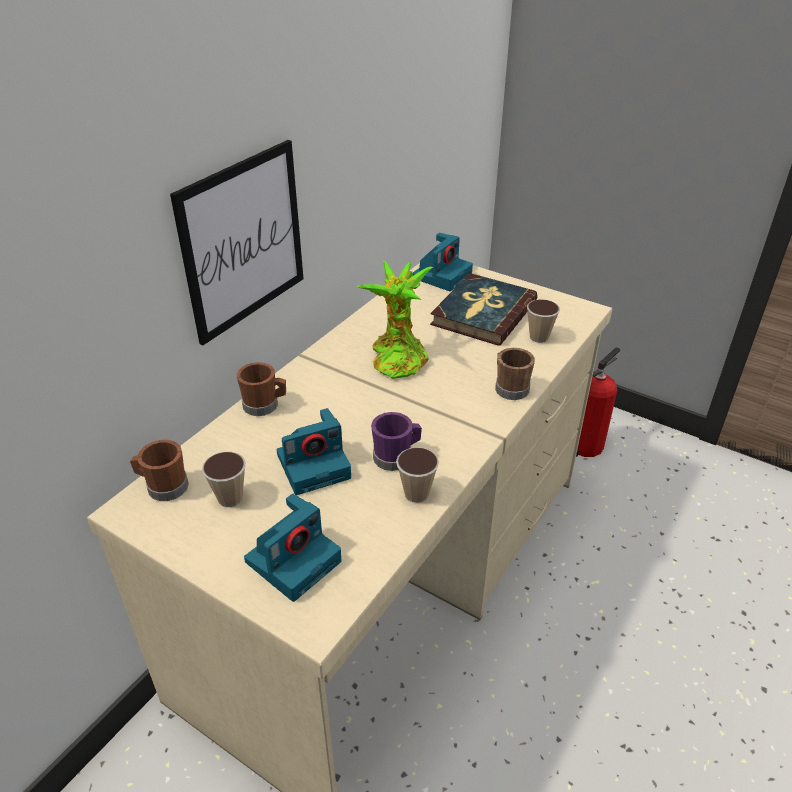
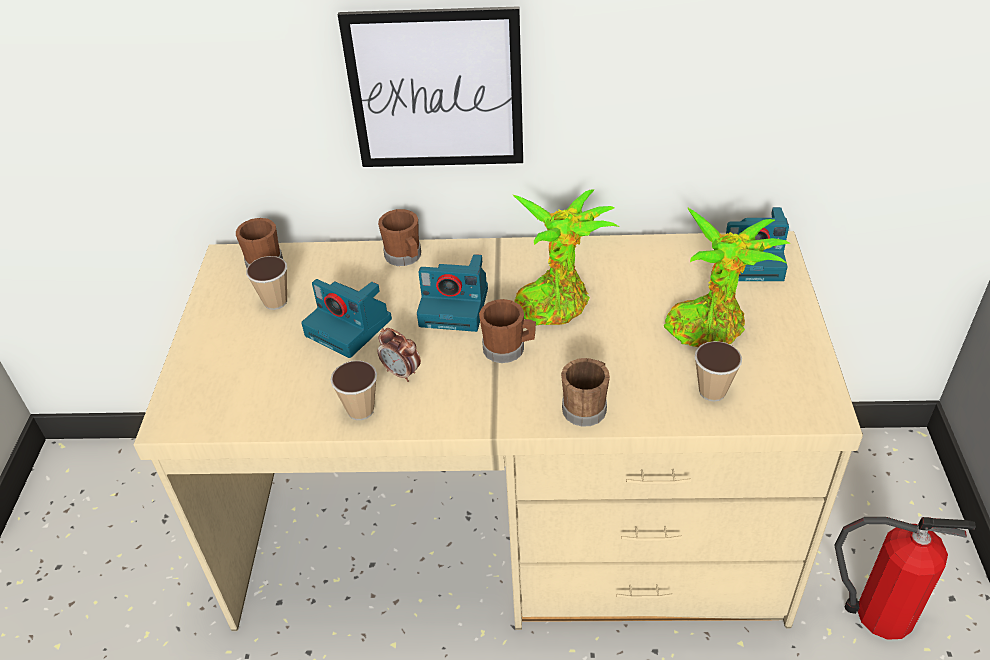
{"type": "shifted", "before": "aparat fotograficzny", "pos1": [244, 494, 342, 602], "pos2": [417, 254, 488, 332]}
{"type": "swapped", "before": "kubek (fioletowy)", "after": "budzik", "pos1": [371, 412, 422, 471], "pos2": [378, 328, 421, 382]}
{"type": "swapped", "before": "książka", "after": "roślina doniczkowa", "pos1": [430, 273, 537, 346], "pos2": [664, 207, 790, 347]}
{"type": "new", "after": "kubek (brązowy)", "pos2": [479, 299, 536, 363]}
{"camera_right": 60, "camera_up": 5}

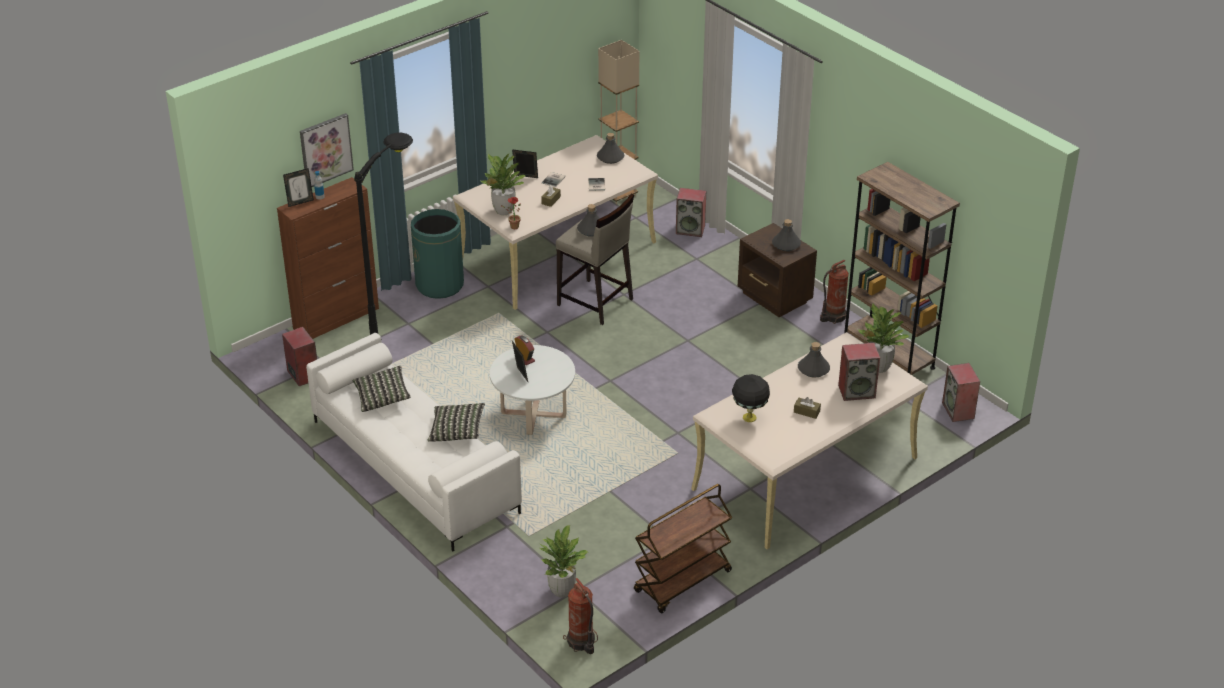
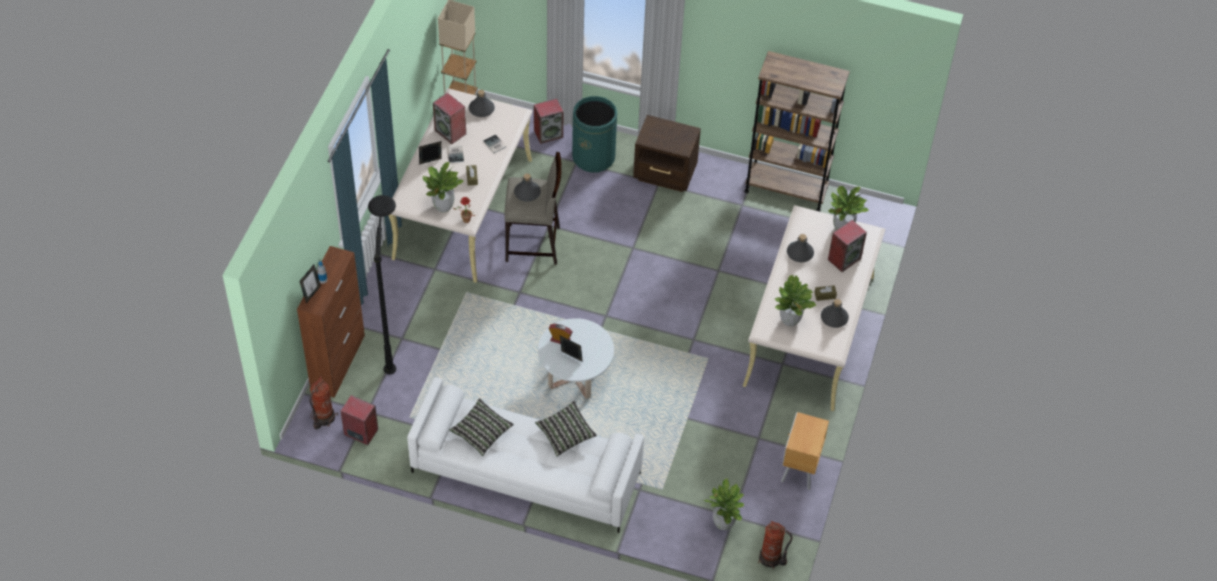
{"type": "gone", "before": "obraz", "pos1": [300, 113, 354, 187]}
{"type": "shifted", "before": "kosz na śmieci (zielony)", "pos1": [411, 209, 464, 299], "pos2": [572, 96, 617, 173]}
{"type": "swapped", "before": "wózek (brązowy)", "after": "szafka nocna (brązowy)", "pos1": [634, 484, 732, 613], "pos2": [781, 412, 829, 490]}
{"type": "swapped", "before": "lampa stołowa (czarny)", "after": "roślina doniczkowa", "pos1": [732, 374, 770, 422], "pos2": [774, 274, 816, 327]}
{"type": "shifted", "before": "butelka (szary)", "pos1": [772, 219, 801, 251], "pos2": [821, 299, 849, 328]}
{"type": "shifted", "before": "gaśnica", "pos1": [820, 260, 849, 324], "pos2": [310, 376, 338, 429]}
{"type": "shifted", "before": "głośnik", "pos1": [942, 363, 980, 422], "pos2": [433, 93, 466, 144]}
{"camera_right": -35, "camera_up": 15}

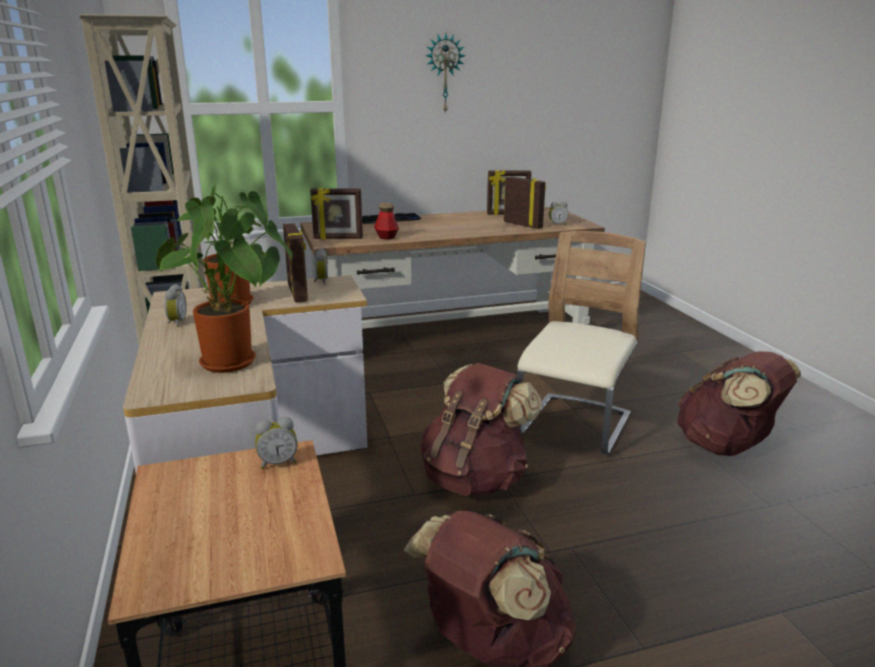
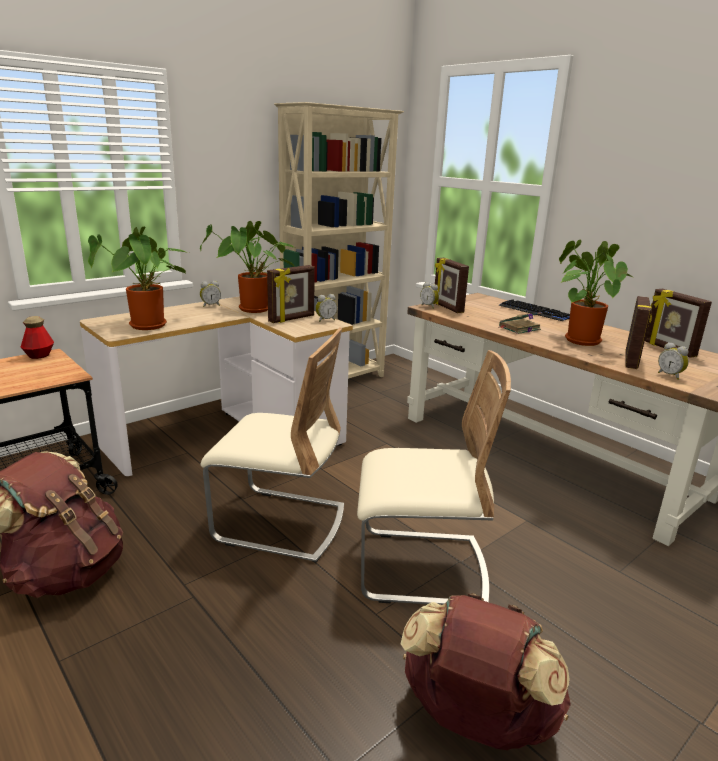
{"type": "shifted", "before": "budzik", "pos1": [255, 417, 298, 469], "pos2": [420, 282, 439, 309]}
{"type": "shifted", "before": "butelka", "pos1": [374, 203, 399, 239], "pos2": [21, 316, 54, 359]}
{"type": "swapped", "before": "plecak (brązowy)", "after": "krzesło (beżowy)", "pos1": [421, 363, 542, 496], "pos2": [201, 327, 344, 562]}
{"type": "gone", "before": "zegar ścienny", "pos1": [425, 33, 466, 114]}
{"type": "new", "after": "książka", "pos2": [499, 312, 542, 334]}
{"type": "new", "after": "roślina doniczkowa", "pos2": [559, 240, 635, 346]}
{"camera_right": 65, "camera_up": 0}

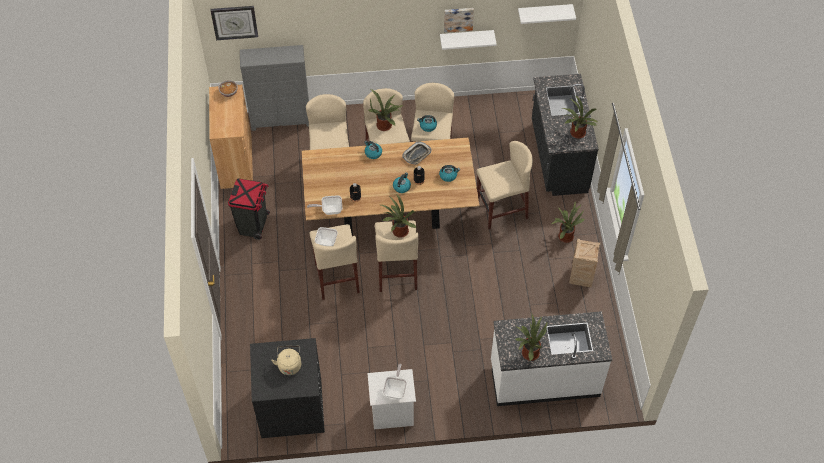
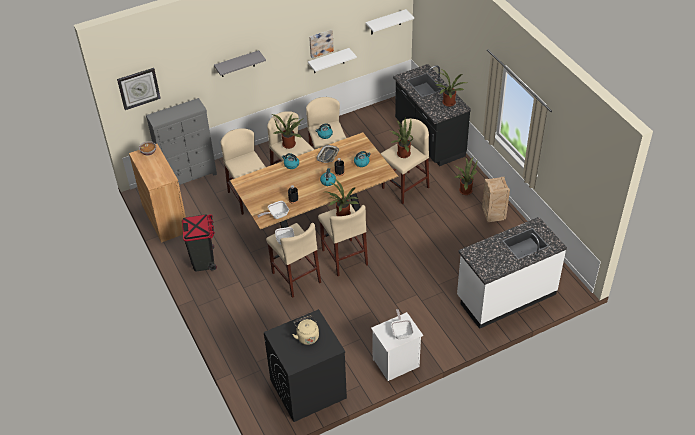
{"type": "shifted", "before": "roślina doniczkowa", "pos1": [515, 315, 548, 361], "pos2": [391, 117, 413, 158]}
{"type": "new", "after": "półka (szary)", "pos2": [214, 50, 266, 77]}
{"camera_right": -20, "camera_up": -10}

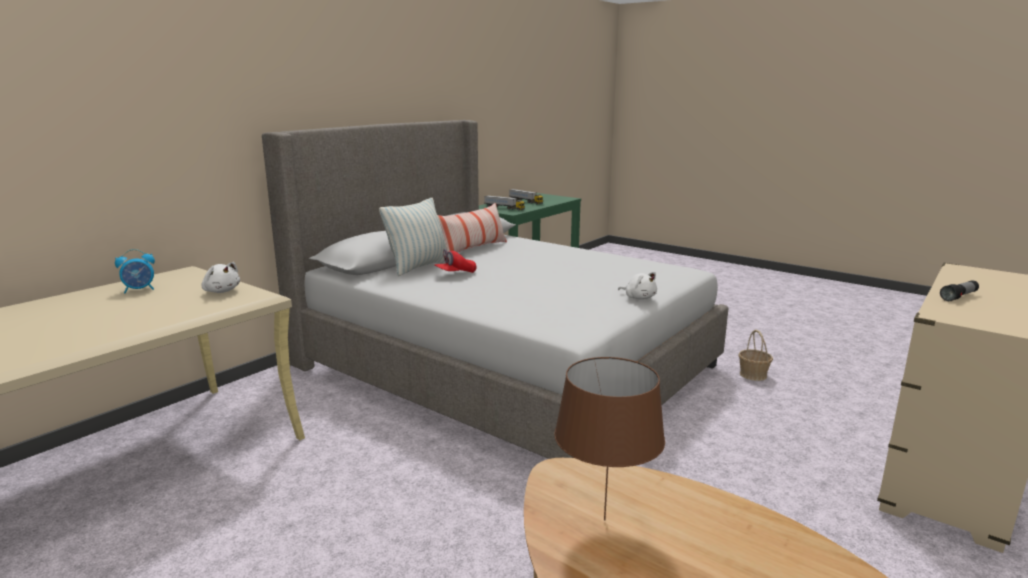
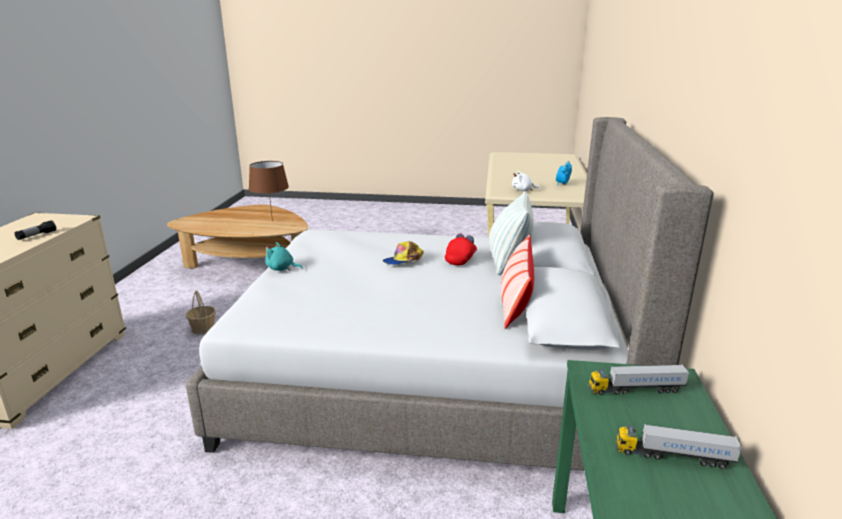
{"type": "repainted", "before": "pluszak (biały)", "after": "pluszak (turkusowy)", "pos1": [618, 272, 657, 300], "pos2": [265, 242, 303, 271]}
{"type": "shifted", "before": "koszyk", "pos1": [738, 330, 773, 381], "pos2": [186, 290, 216, 335]}
{"type": "new", "after": "czapka z daszkiem", "pos2": [383, 241, 424, 265]}
{"camera_right": 150, "camera_up": 5}

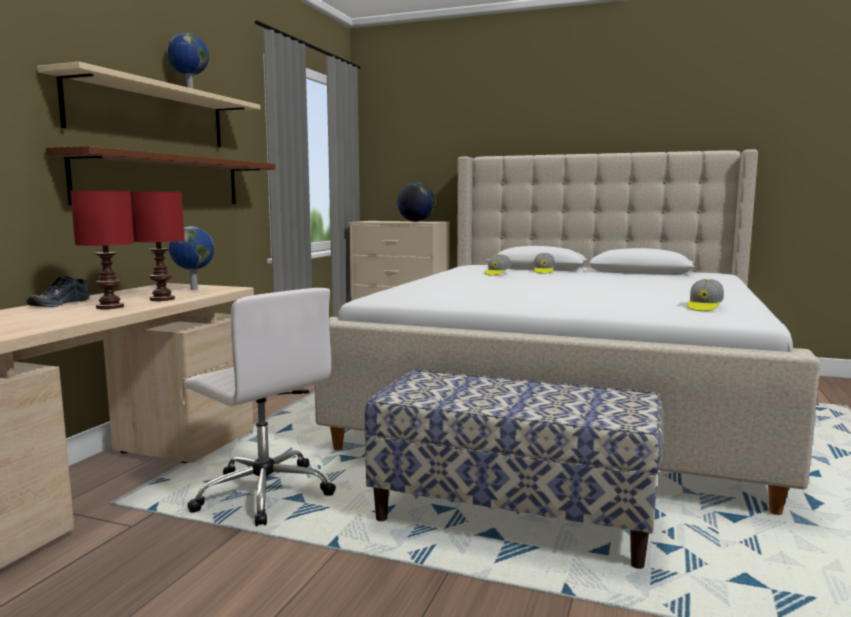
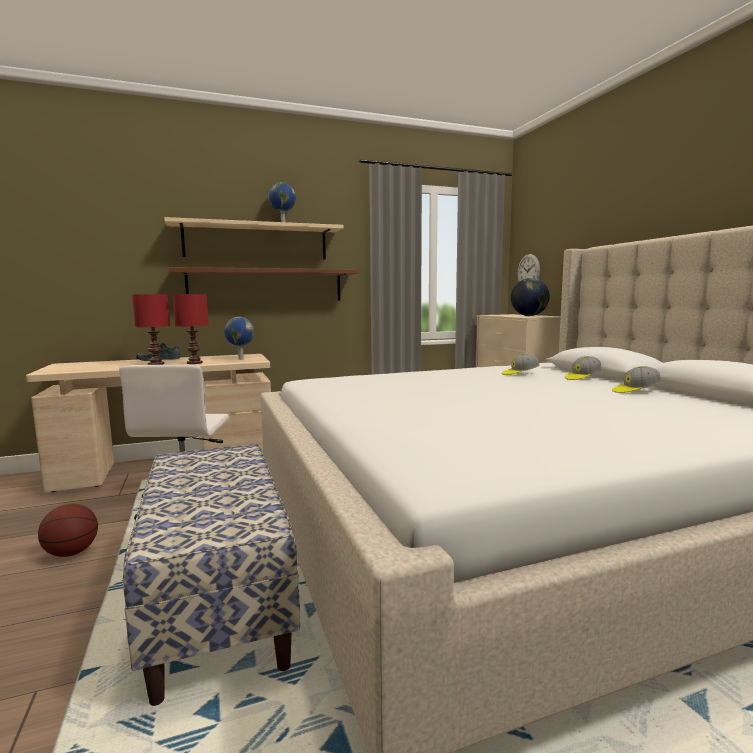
{"type": "shifted", "before": "czapka z daszkiem", "pos1": [687, 279, 724, 311], "pos2": [612, 366, 662, 393]}
{"type": "new", "after": "piłka do koszykówki", "pos2": [38, 504, 98, 557]}
{"type": "new", "after": "zegar ścienny", "pos2": [518, 254, 540, 282]}
{"camera_right": 50, "camera_up": 0}

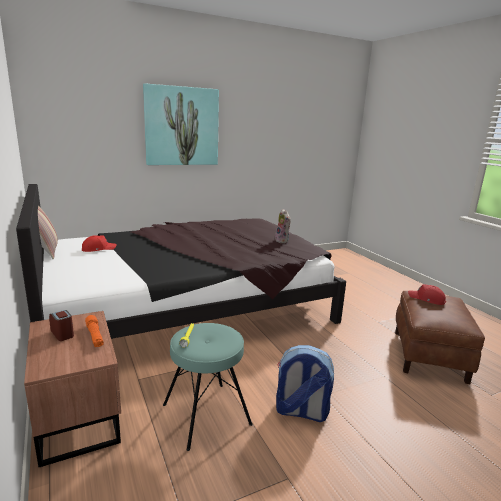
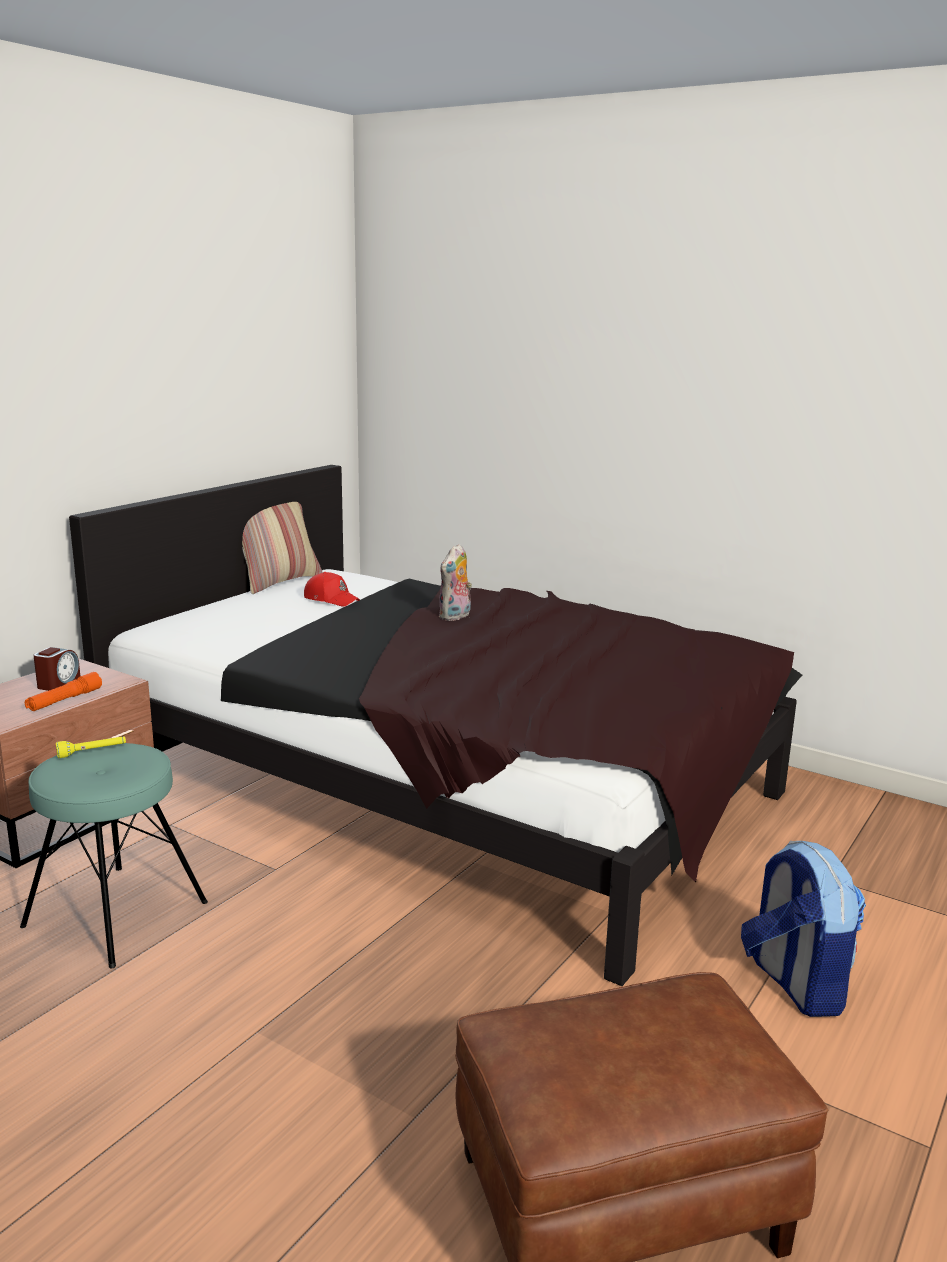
{"type": "gone", "before": "obraz", "pos1": [143, 83, 219, 165]}
{"type": "shifted", "before": "pluszak", "pos1": [275, 209, 291, 244], "pos2": [439, 544, 472, 621]}
{"type": "shifted", "before": "plecak", "pos1": [276, 345, 334, 422], "pos2": [741, 841, 866, 1017]}
{"type": "gone", "before": "czapka z daszkiem (czerwony)", "pos1": [408, 284, 446, 305]}
{"camera_right": 60, "camera_up": 0}

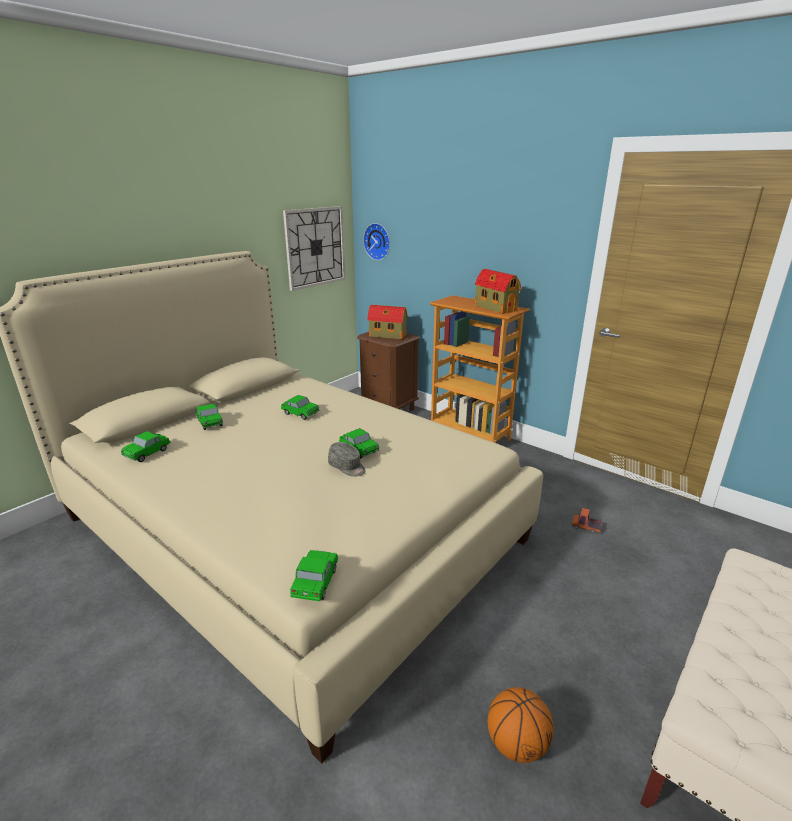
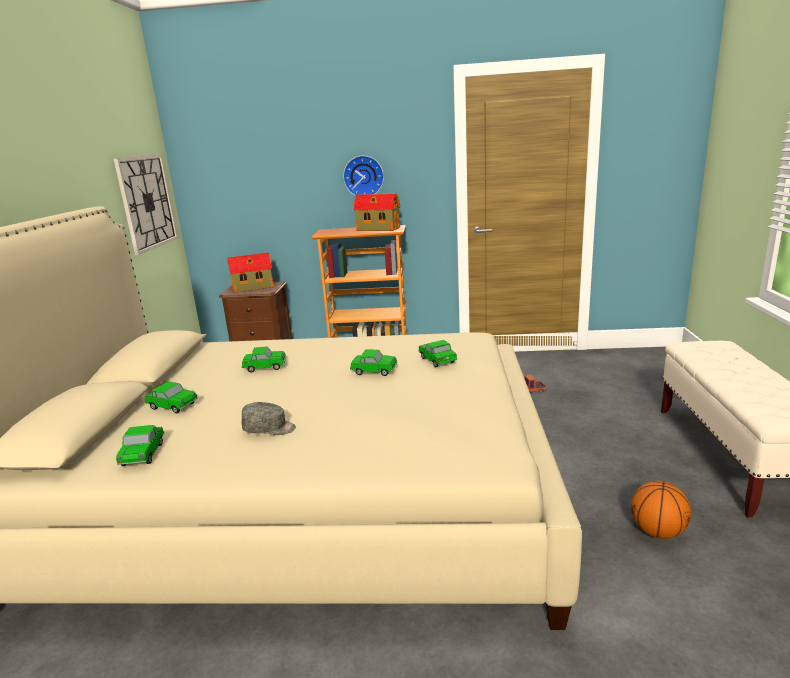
{"type": "shifted", "before": "samochodzik", "pos1": [290, 550, 338, 601], "pos2": [419, 340, 457, 367]}
{"type": "shifted", "before": "czapka z daszkiem (szary)", "pos1": [328, 442, 365, 477], "pos2": [241, 402, 296, 435]}
{"type": "shifted", "before": "zegar ścienny", "pos1": [363, 223, 390, 261], "pos2": [343, 155, 384, 196]}
{"camera_right": -35, "camera_up": -5}

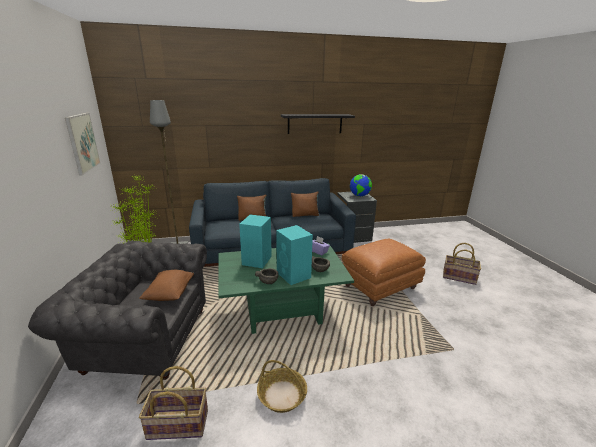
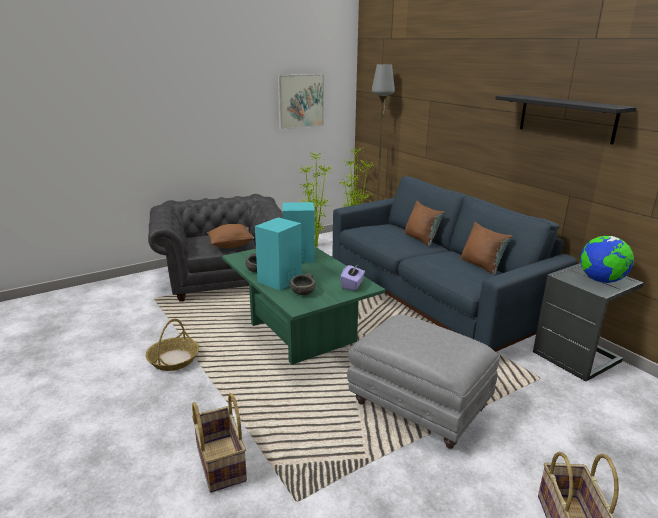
{"type": "shifted", "before": "koszyk", "pos1": [139, 366, 208, 440], "pos2": [192, 393, 247, 493]}
{"type": "repainted", "before": "pufa (brązowy)", "after": "pufa (szary)", "pos1": [342, 239, 426, 306], "pos2": [347, 315, 500, 449]}
{"camera_right": 70, "camera_up": 0}

